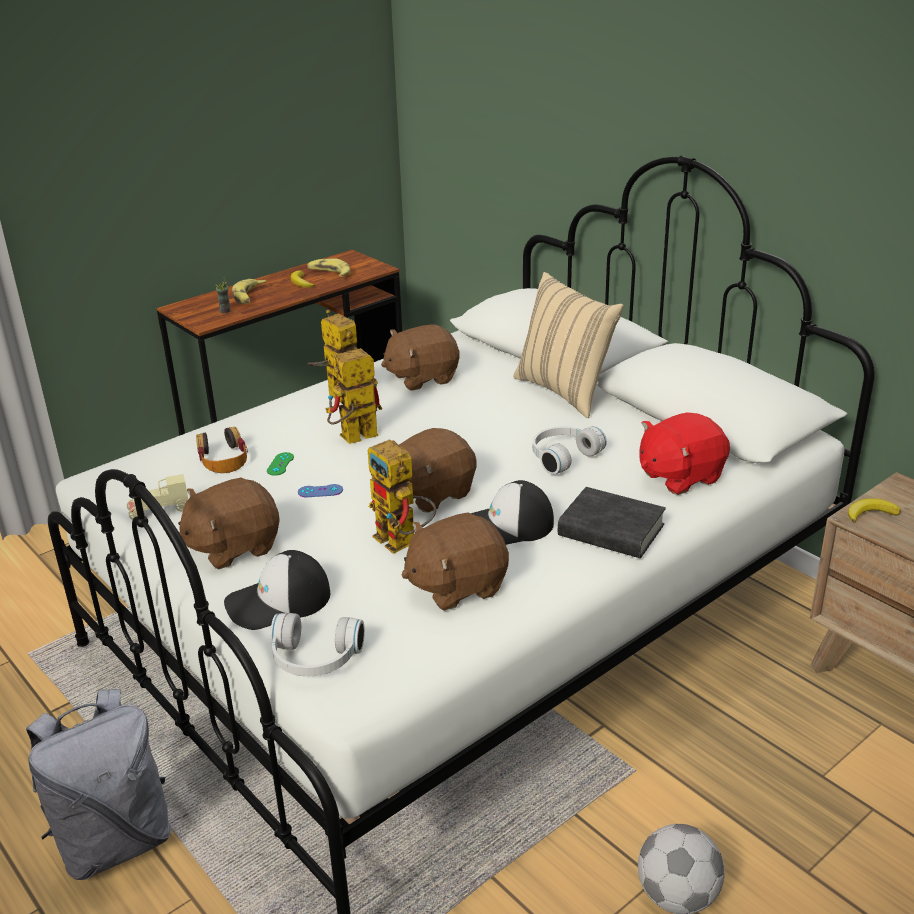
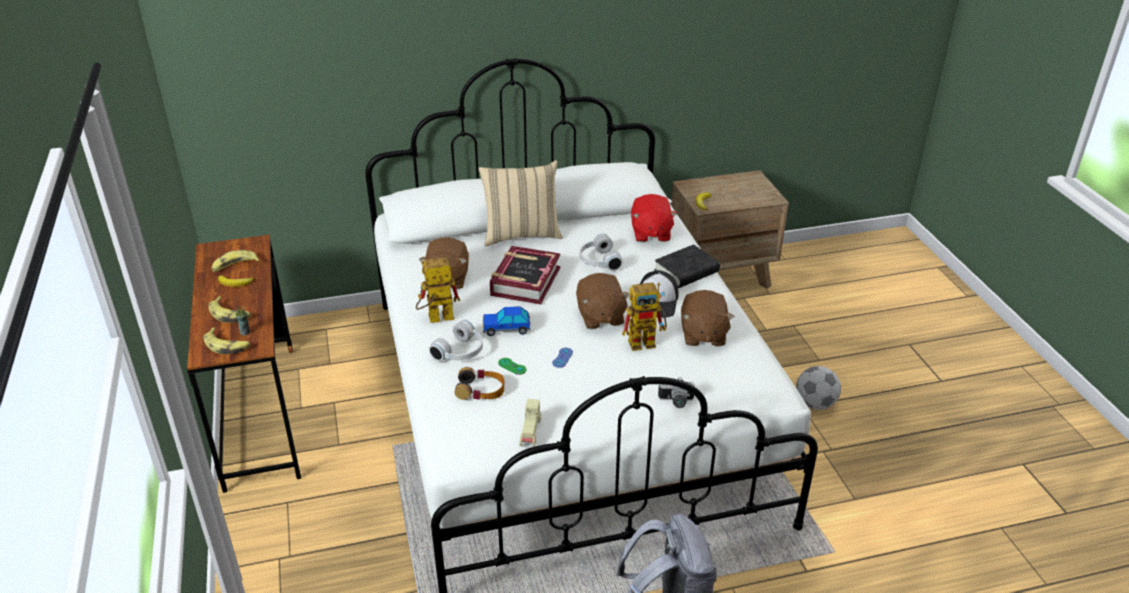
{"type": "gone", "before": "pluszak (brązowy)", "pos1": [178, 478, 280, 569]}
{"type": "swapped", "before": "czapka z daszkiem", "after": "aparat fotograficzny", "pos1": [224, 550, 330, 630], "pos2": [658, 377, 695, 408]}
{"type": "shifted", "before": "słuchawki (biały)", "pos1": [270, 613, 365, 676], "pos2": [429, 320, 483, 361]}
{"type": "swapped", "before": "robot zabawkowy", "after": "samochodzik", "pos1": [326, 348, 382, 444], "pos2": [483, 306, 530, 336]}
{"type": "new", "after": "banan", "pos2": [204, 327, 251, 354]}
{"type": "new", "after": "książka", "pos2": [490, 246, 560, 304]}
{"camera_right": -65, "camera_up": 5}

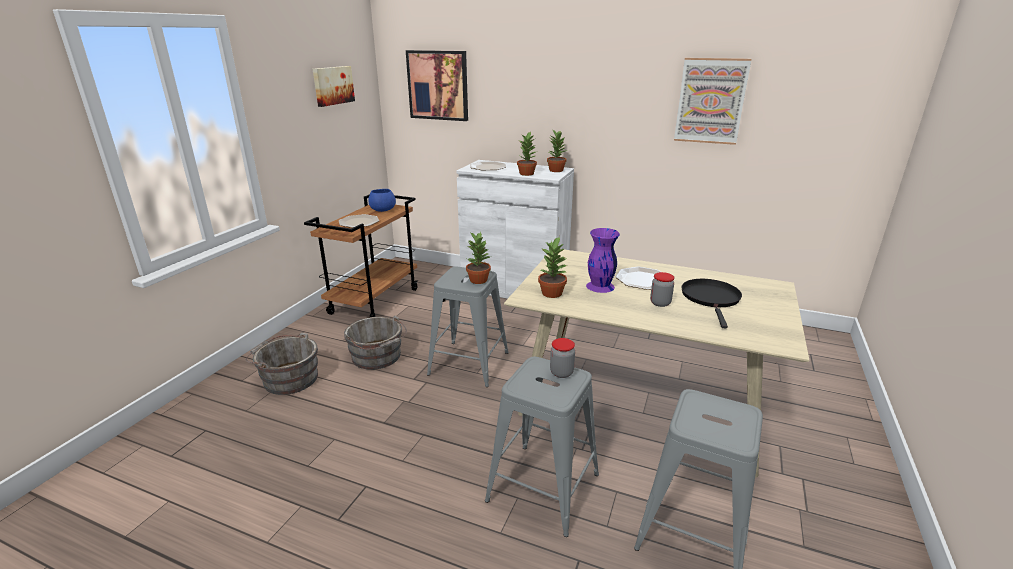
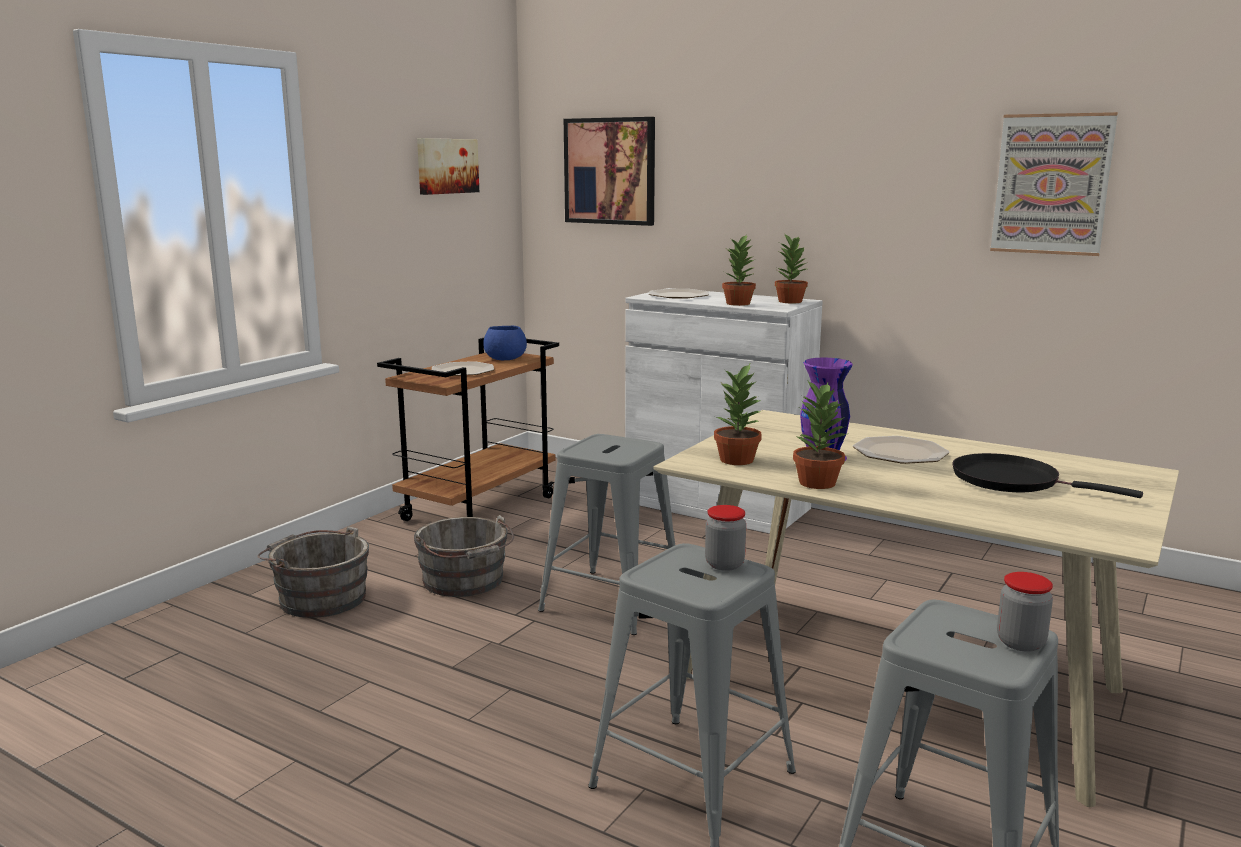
{"type": "shifted", "before": "roślina doniczkowa", "pos1": [466, 232, 492, 284], "pos2": [793, 381, 849, 489]}
{"type": "shifted", "before": "słoik", "pos1": [650, 272, 674, 307], "pos2": [997, 572, 1053, 652]}
{"type": "rotated", "before": "patelnia (czarny)", "pos1": [681, 279, 742, 328], "pos2": [952, 453, 1143, 498], "turn": -75}
{"camera_right": 10, "camera_up": -10}

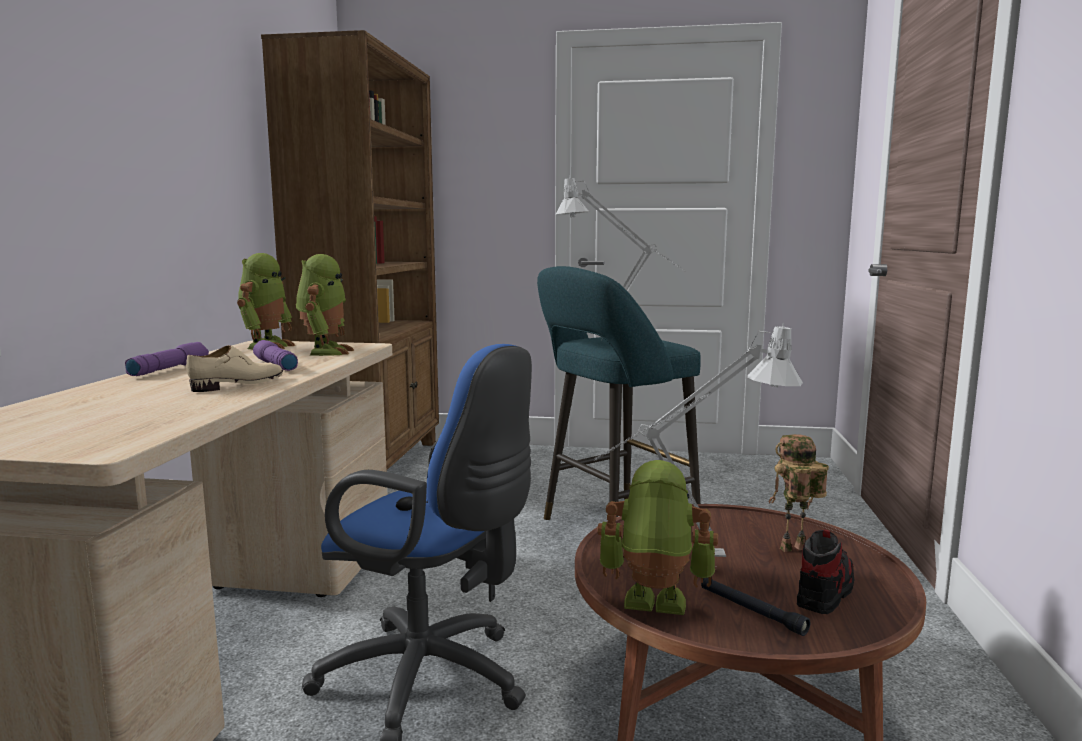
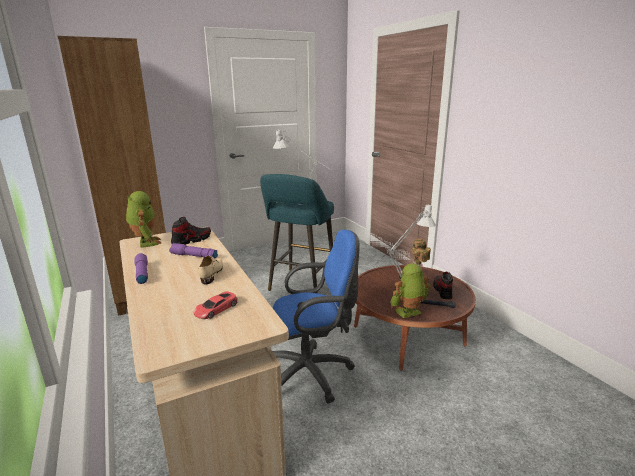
{"type": "swapped", "before": "robot zabawkowy", "after": "but", "pos1": [296, 254, 354, 356], "pos2": [171, 217, 211, 245]}
{"type": "new", "after": "samochodzik (czerwony)", "pos2": [193, 292, 237, 319]}
{"camera_right": -35, "camera_up": 10}

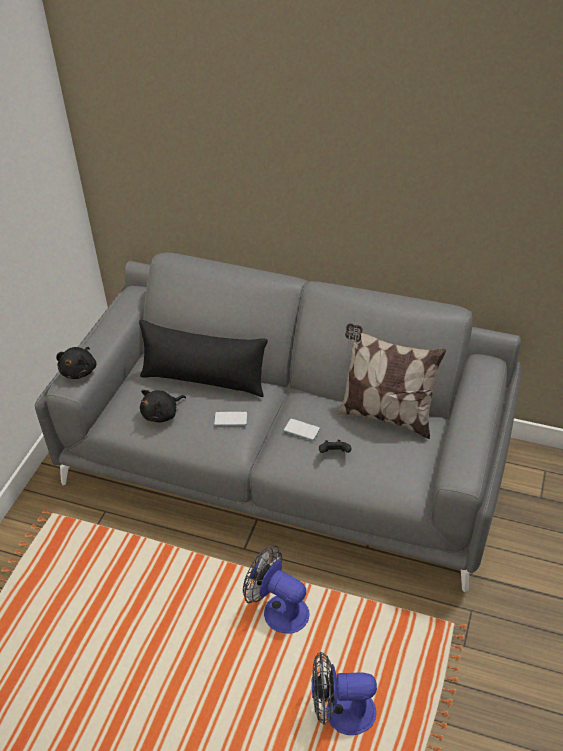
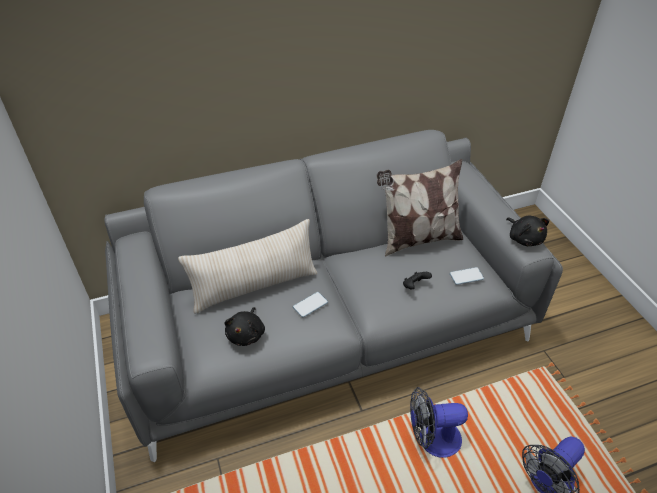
{"type": "shifted", "before": "pluszak (czarny)", "pos1": [56, 347, 97, 379], "pos2": [506, 216, 549, 246]}
{"type": "repainted", "before": "poduszka (czarny)", "after": "poduszka (beżowy)", "pos1": [139, 320, 268, 397], "pos2": [178, 219, 317, 314]}
{"type": "shifted", "before": "telefon", "pos1": [283, 418, 320, 440], "pos2": [450, 267, 484, 285]}
{"camera_right": -40, "camera_up": 0}

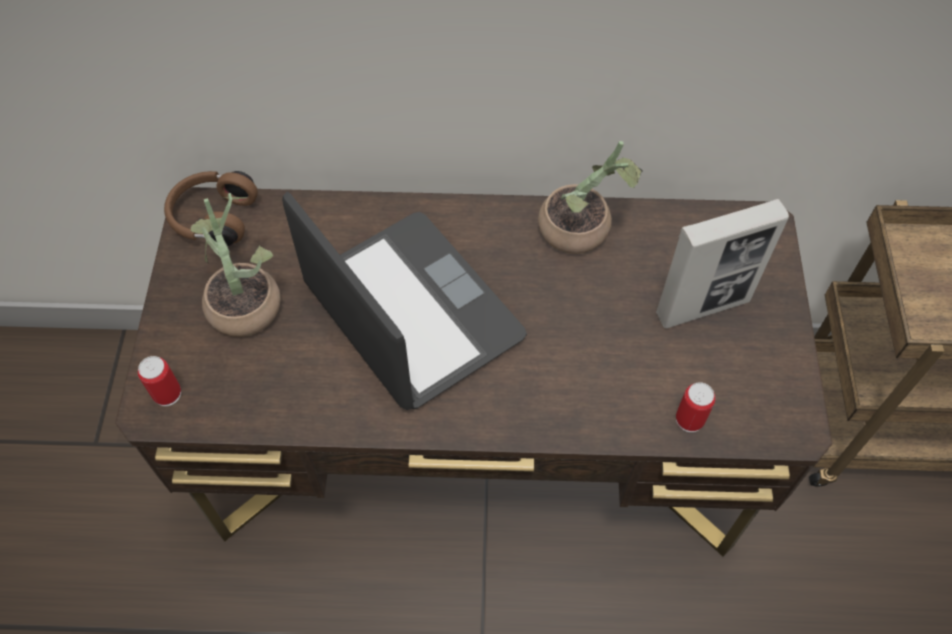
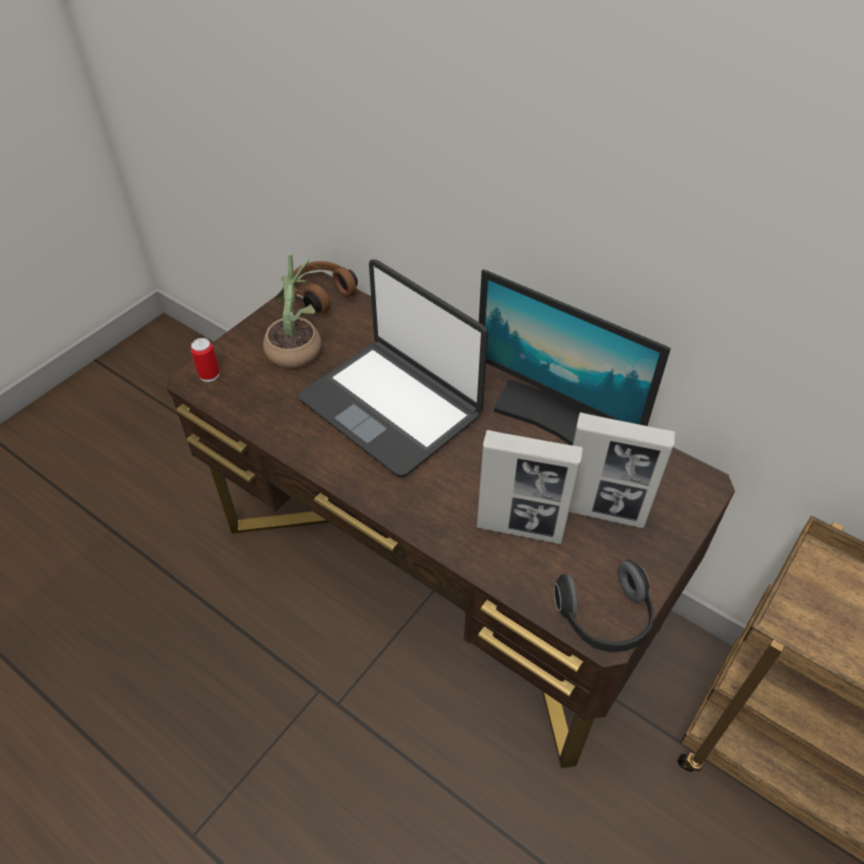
{"type": "rotated", "before": "laptop", "pos1": [282, 191, 527, 410], "pos2": [298, 259, 488, 477], "turn": 135}
{"type": "swapped", "before": "roślina doniczkowa", "after": "monitor", "pos1": [538, 141, 643, 254], "pos2": [479, 269, 671, 445]}
{"type": "gone", "before": "puszka", "pos1": [676, 382, 716, 432]}
{"type": "new", "after": "ramka na zdjęcie", "pos2": [476, 430, 583, 544]}
{"type": "new", "after": "słuchawki", "pos2": [554, 560, 654, 652]}
{"camera_right": 35, "camera_up": -10}

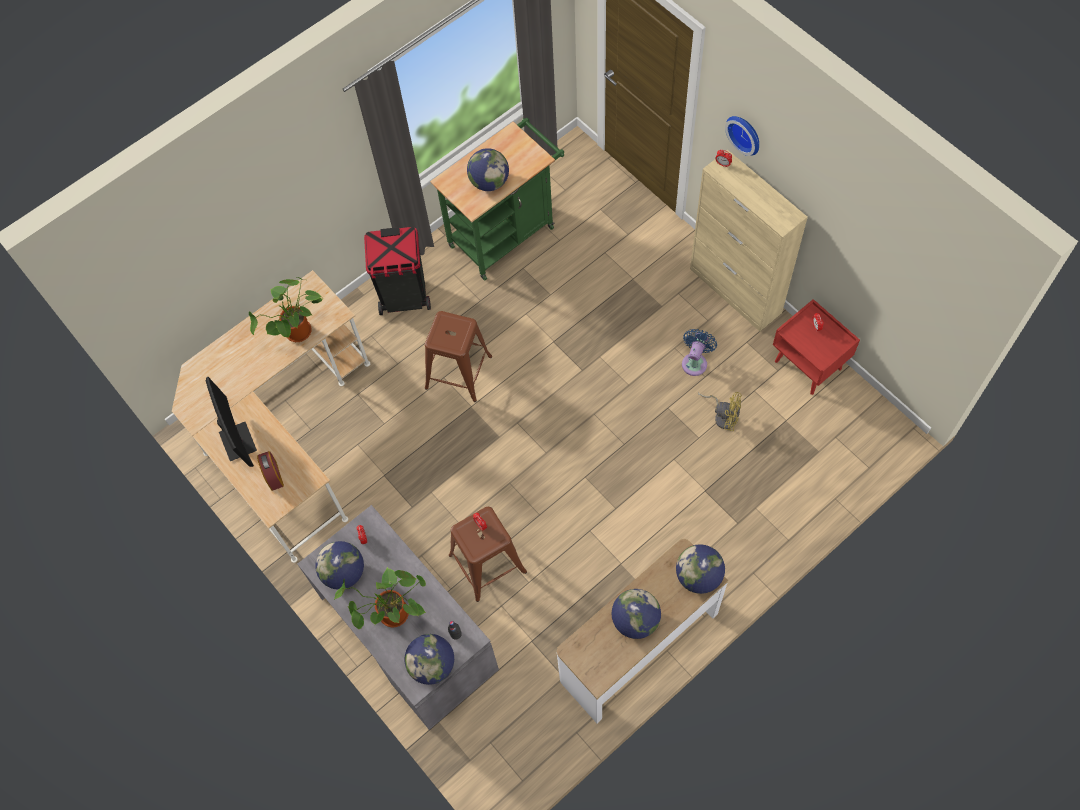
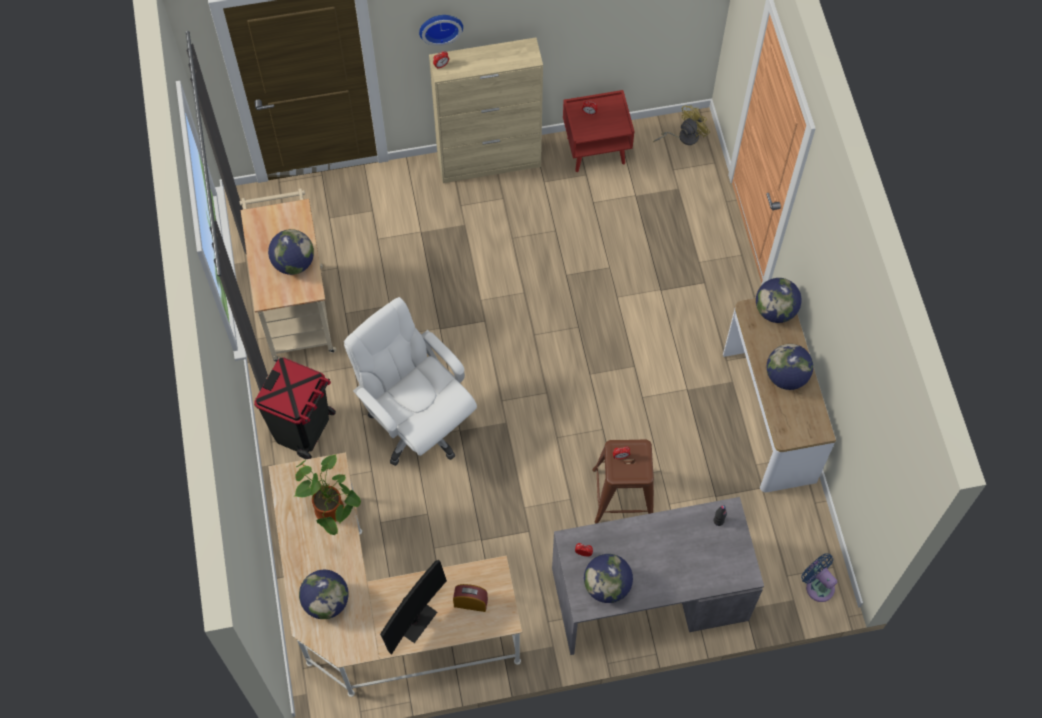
{"type": "rotated", "before": "monitor", "pos1": [206, 377, 257, 467], "pos2": [380, 560, 447, 655], "turn": 120}
{"type": "gone", "before": "roślina doniczkowa", "pos1": [334, 567, 426, 629]}
{"type": "shifted", "before": "globus", "pos1": [404, 634, 454, 685], "pos2": [299, 570, 349, 619]}
{"type": "swapped", "before": "stołek (brązowy)", "after": "krzesło biurowe (biały)", "pos1": [425, 311, 492, 402], "pos2": [344, 297, 477, 466]}
{"type": "repainted", "before": "wózek (zielony)", "after": "wózek (beżowy)", "pos1": [430, 118, 564, 280], "pos2": [240, 189, 336, 362]}
{"type": "shifted", "before": "wentylator (niebieski)", "pos1": [682, 329, 717, 376], "pos2": [801, 553, 837, 602]}
{"type": "shifted", "before": "wentylator (żółty)", "pos1": [697, 392, 742, 431], "pos2": [653, 105, 710, 145]}
{"camera_right": -65, "camera_up": 0}

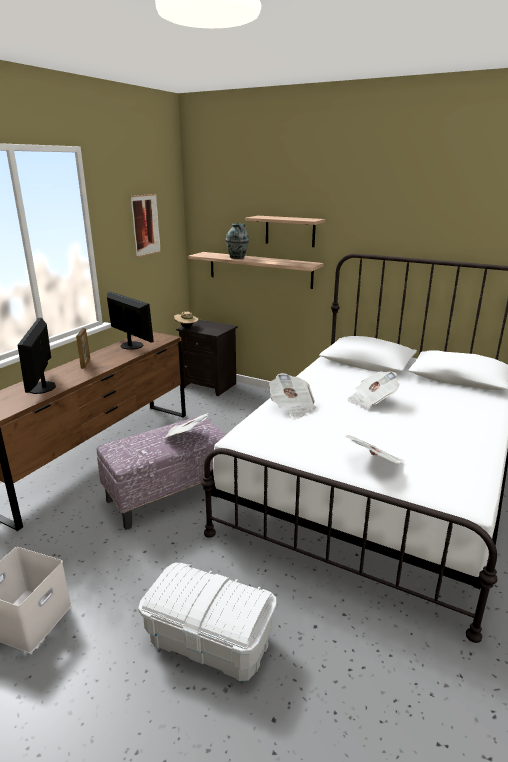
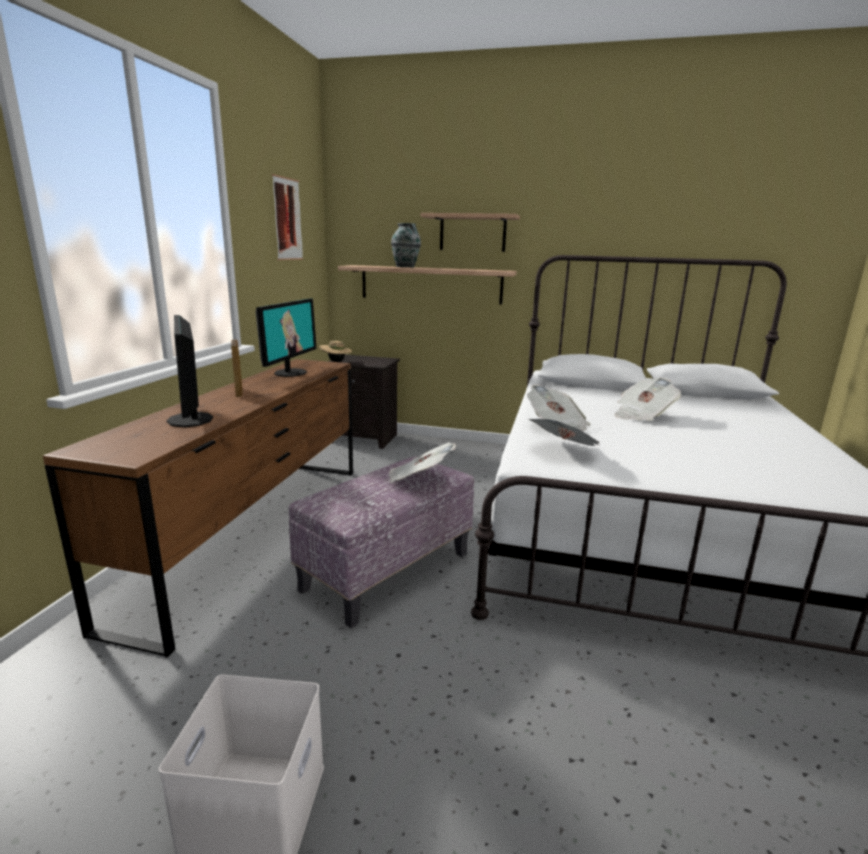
{"type": "rotated", "before": "monitor", "pos1": [107, 291, 154, 350], "pos2": [256, 298, 317, 377], "turn": 75}
{"type": "gone", "before": "pojemnik do przechowywania (biały)", "pos1": [138, 562, 277, 681]}
{"type": "shifted", "before": "gazeta", "pos1": [346, 435, 404, 464], "pos2": [529, 419, 599, 446]}
{"camera_right": -15, "camera_up": -5}

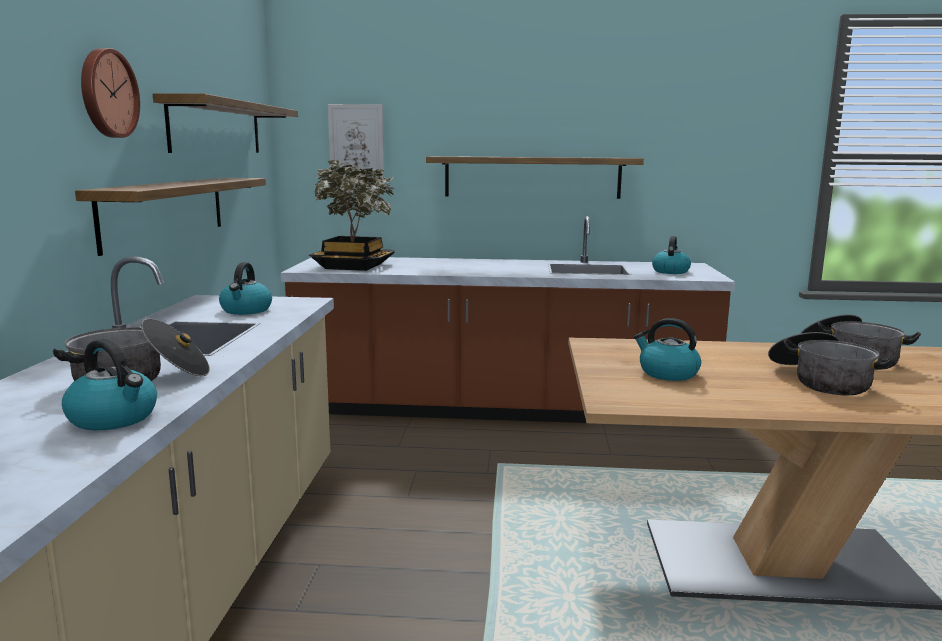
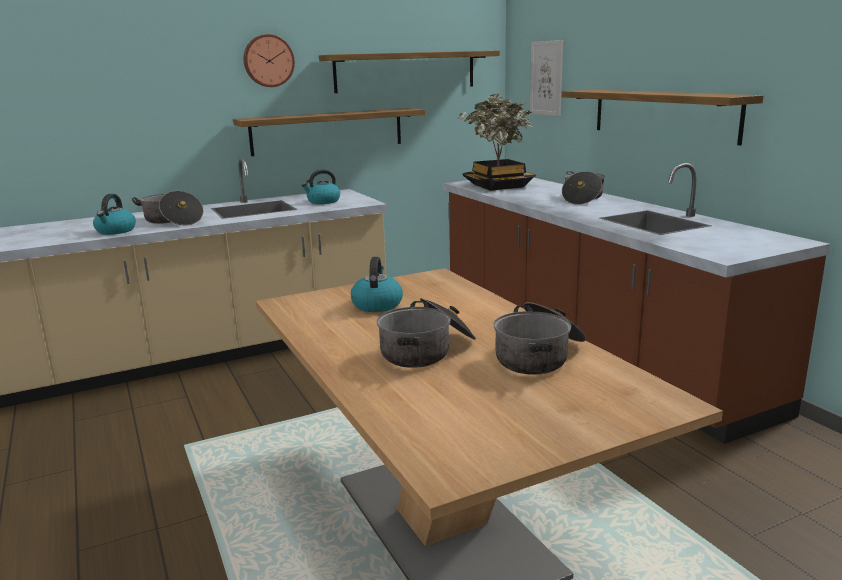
{"type": "gone", "before": "czajnik", "pos1": [652, 236, 691, 274]}
{"type": "new", "after": "garnek", "pos2": [562, 171, 605, 205]}
{"camera_right": 60, "camera_up": 5}

